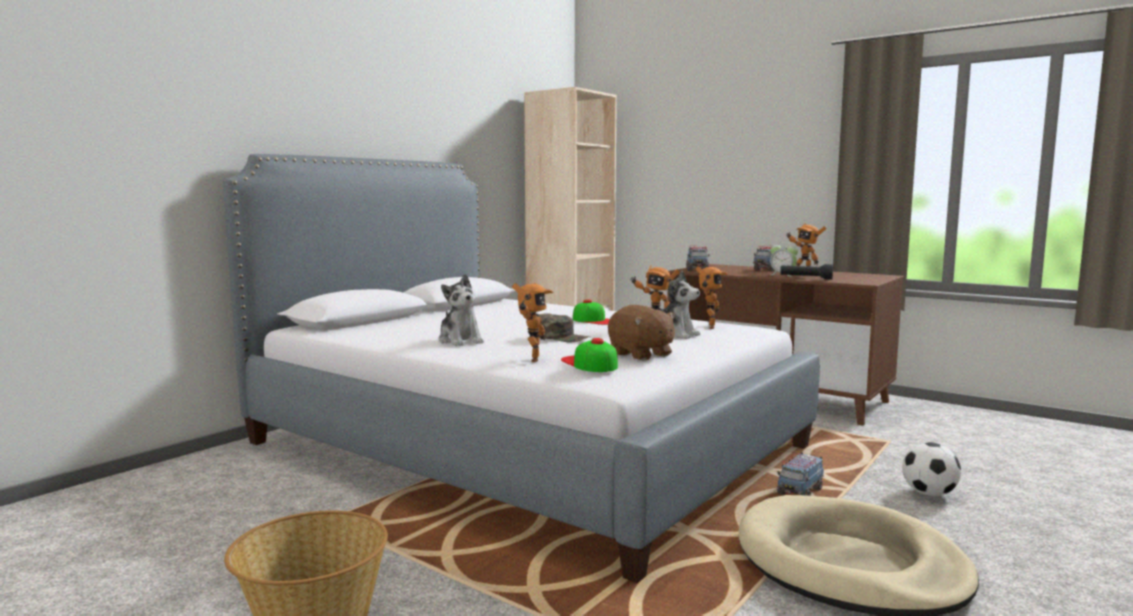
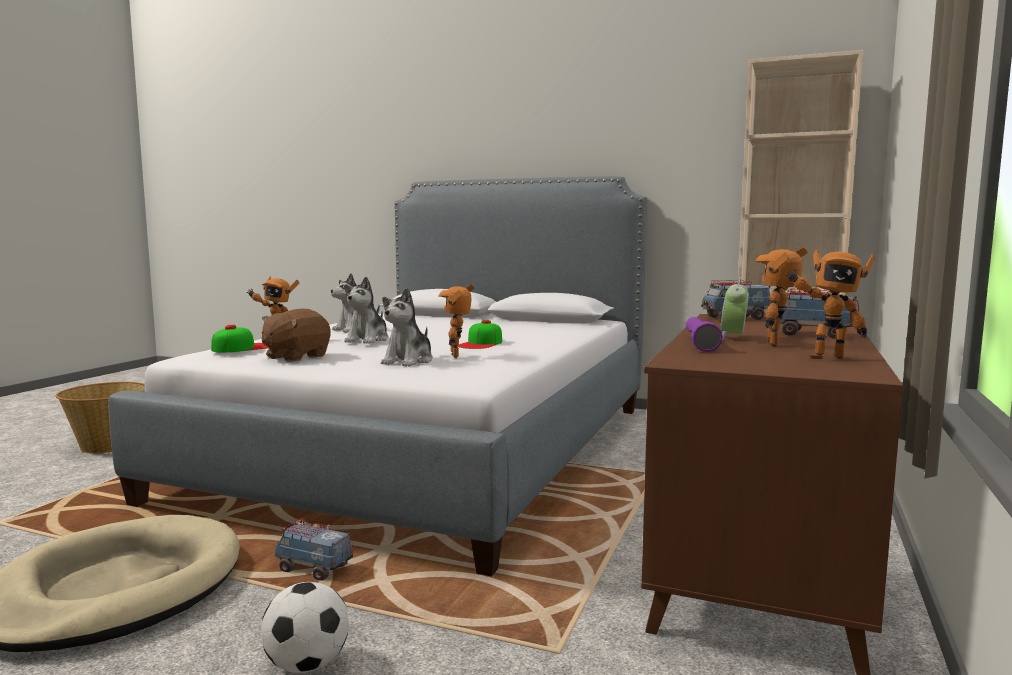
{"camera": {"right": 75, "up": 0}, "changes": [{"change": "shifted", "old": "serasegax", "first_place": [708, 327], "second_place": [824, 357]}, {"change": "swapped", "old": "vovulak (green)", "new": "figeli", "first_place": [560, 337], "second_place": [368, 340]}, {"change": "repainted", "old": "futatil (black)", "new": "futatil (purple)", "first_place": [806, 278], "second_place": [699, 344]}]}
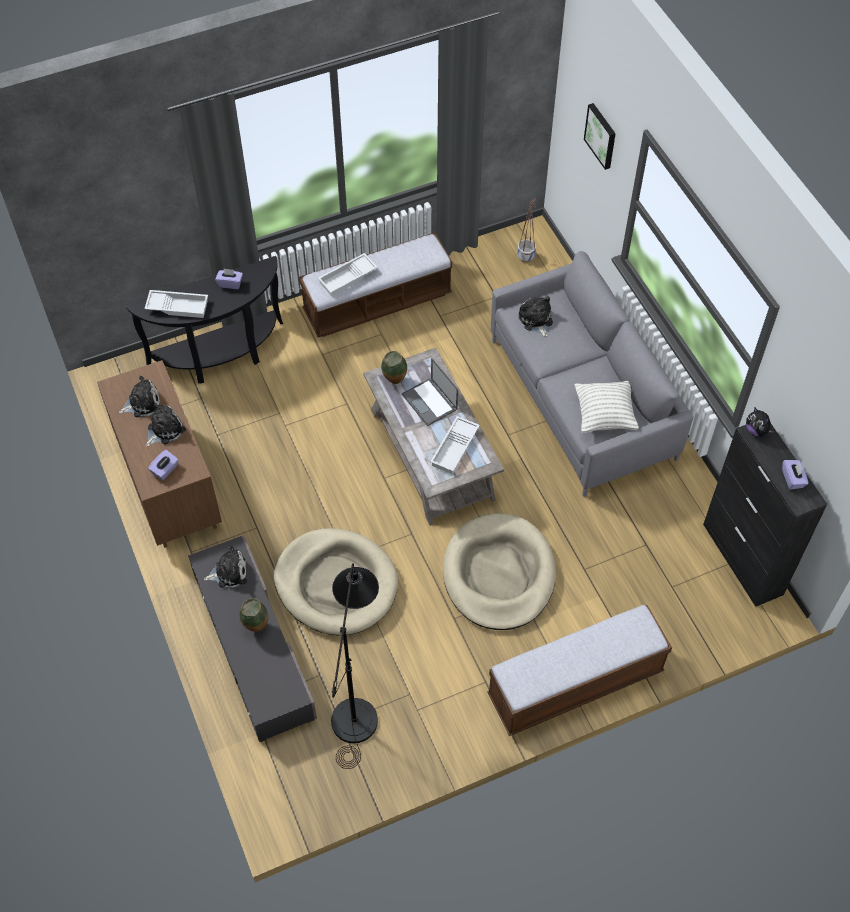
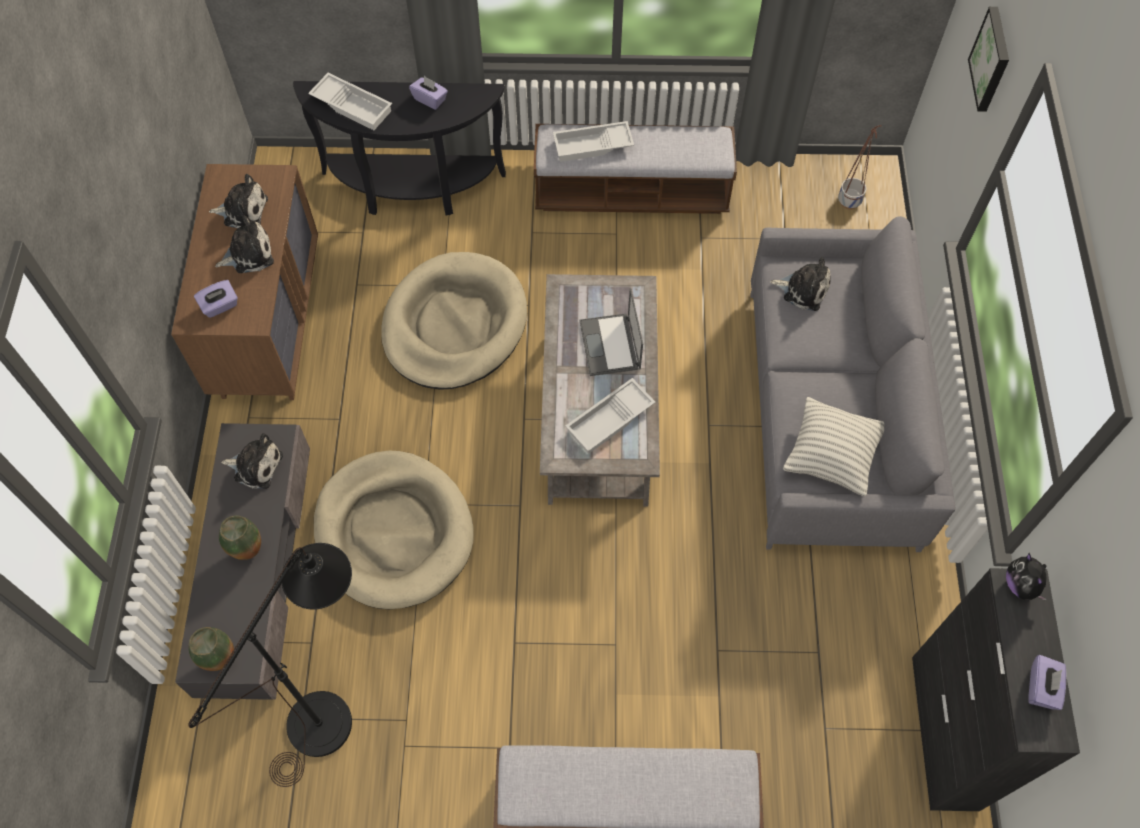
{"camera": {"right": 25, "up": 5}, "changes": [{"change": "shifted", "old": "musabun", "first_place": [394, 382], "second_place": [221, 660]}, {"change": "shifted", "old": "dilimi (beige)", "first_place": [499, 574], "second_place": [454, 325]}, {"change": "rotated", "old": "figeli", "first_place": [536, 320], "second_place": [803, 289], "degrees": 105}]}
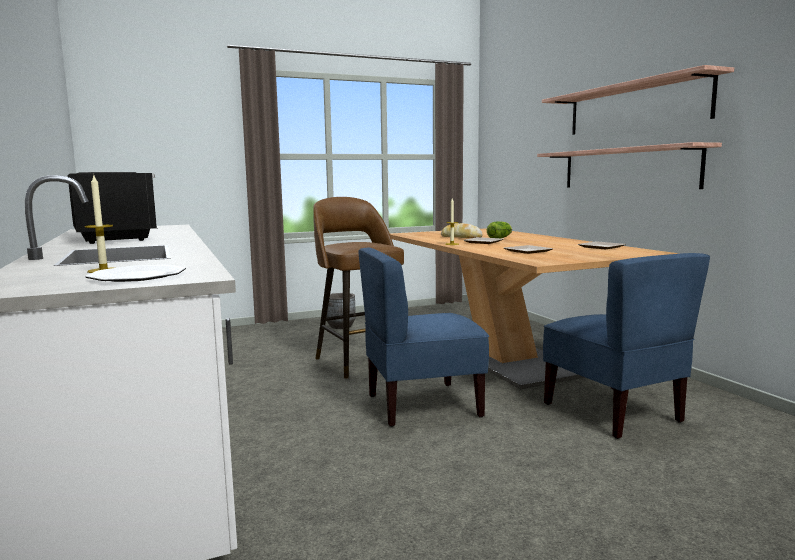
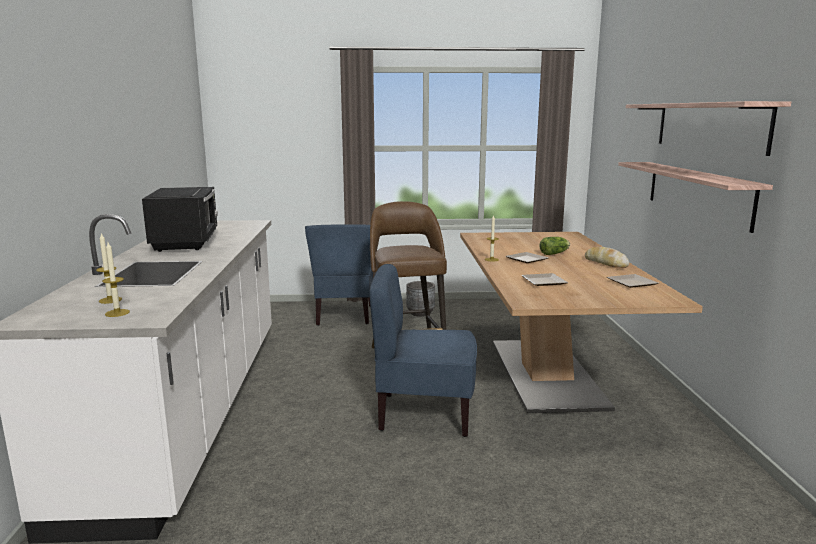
{"camera": {"right": 20, "up": 5}, "changes": [{"change": "shifted", "old": "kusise", "first_place": [461, 237], "second_place": [605, 263]}, {"change": "shifted", "old": "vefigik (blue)", "first_place": [613, 412], "second_place": [343, 315]}, {"change": "swapped", "old": "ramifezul", "new": "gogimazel", "first_place": [138, 276], "second_place": [117, 313]}]}
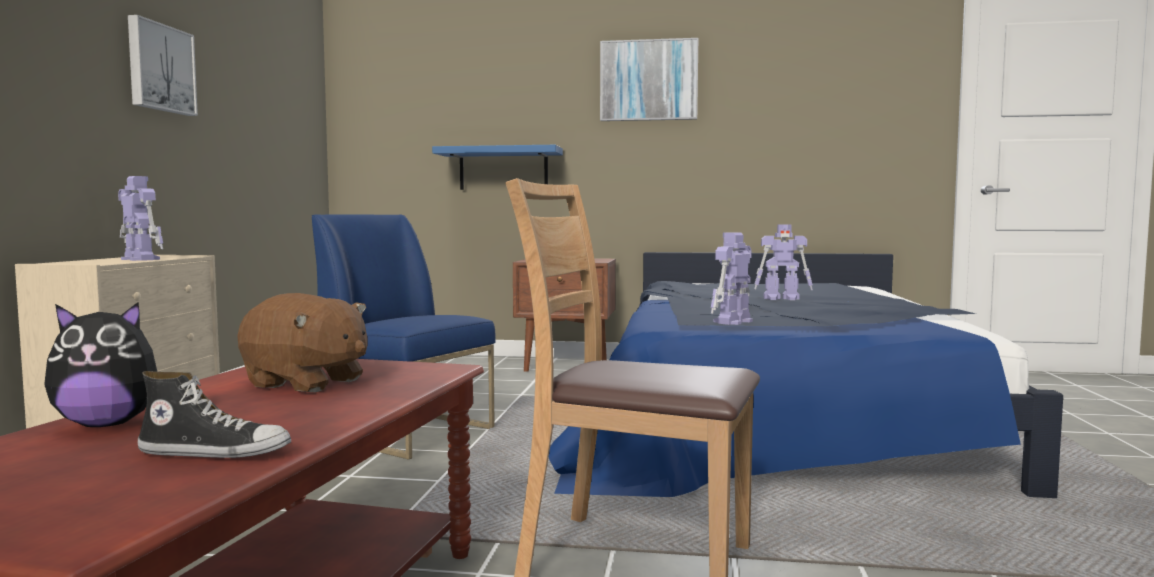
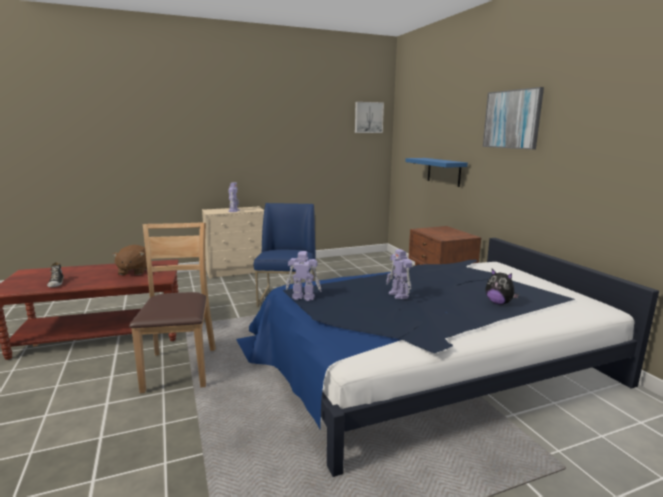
{"camera": {"right": 60, "up": 10}, "changes": [{"change": "shifted", "old": "figeli", "first_place": [108, 424], "second_place": [499, 303]}, {"change": "shifted", "old": "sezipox", "first_place": [159, 68], "second_place": [368, 117]}]}
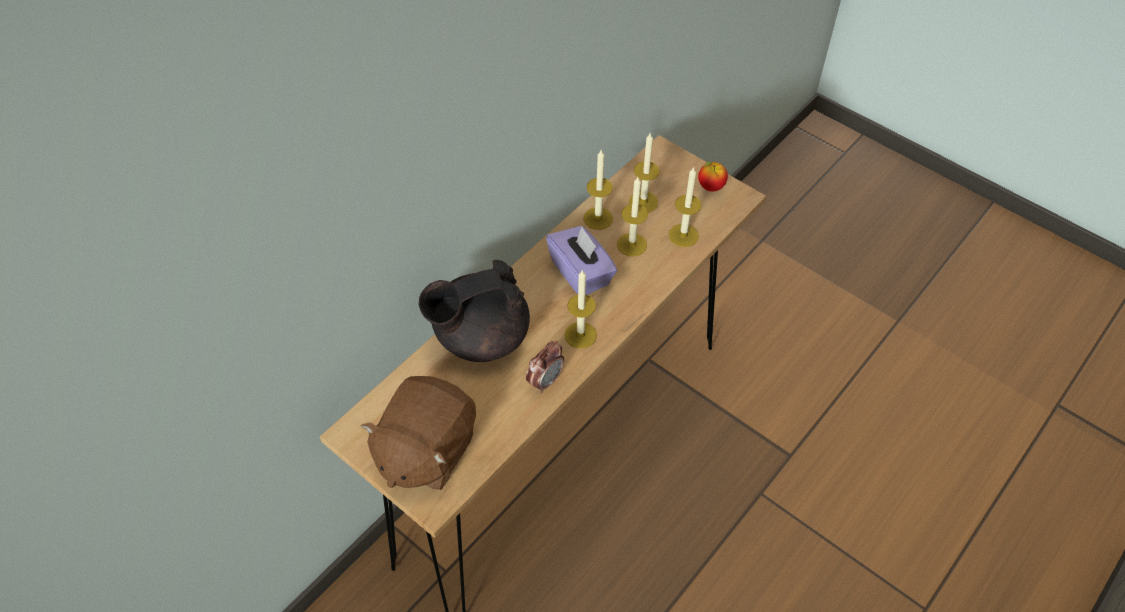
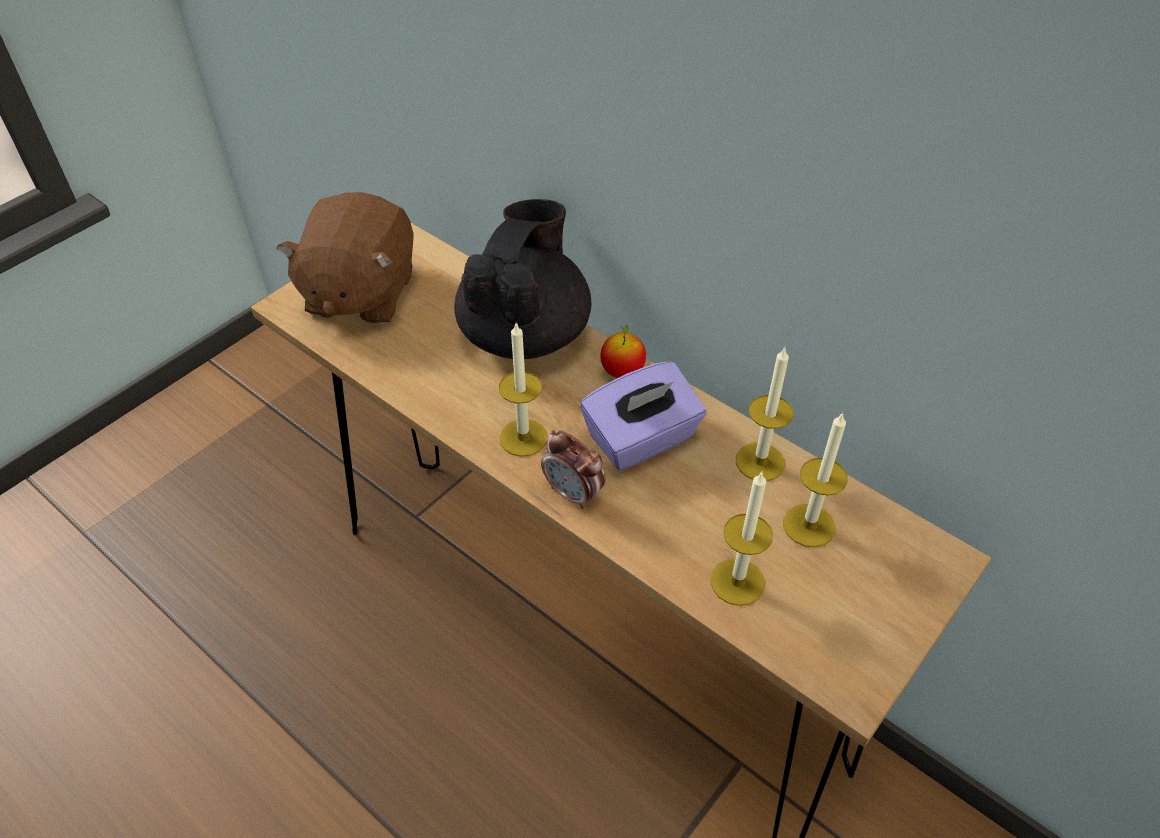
{"camera": {"right": 90, "up": -5}, "changes": [{"change": "gone", "old": "gogimazel", "first_place": [632, 244]}, {"change": "shifted", "old": "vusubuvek", "first_place": [545, 381], "second_place": [573, 494]}, {"change": "shifted", "old": "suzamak", "first_place": [711, 187], "second_place": [622, 372]}, {"change": "rotated", "old": "figeli (brown)", "first_place": [425, 450], "second_place": [360, 294], "degrees": -105}, {"change": "rotated", "old": "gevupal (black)", "first_place": [480, 337], "second_place": [525, 334], "degrees": 45}]}
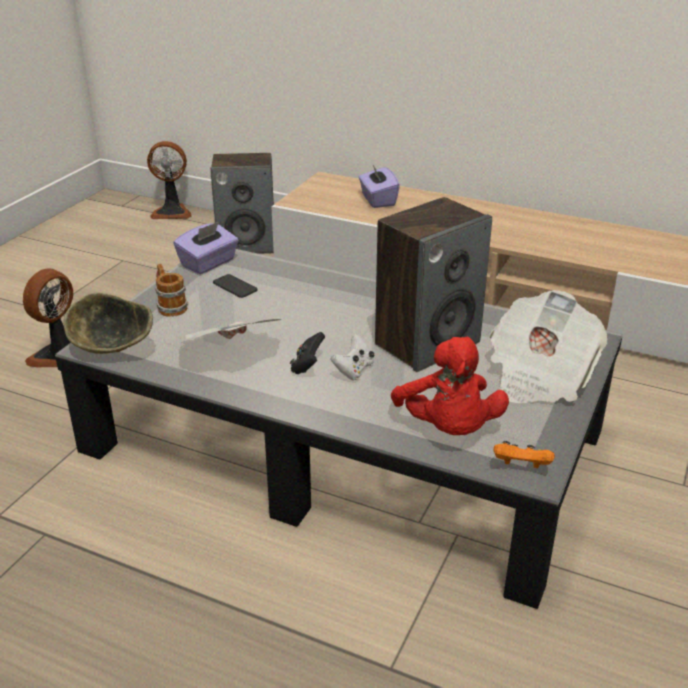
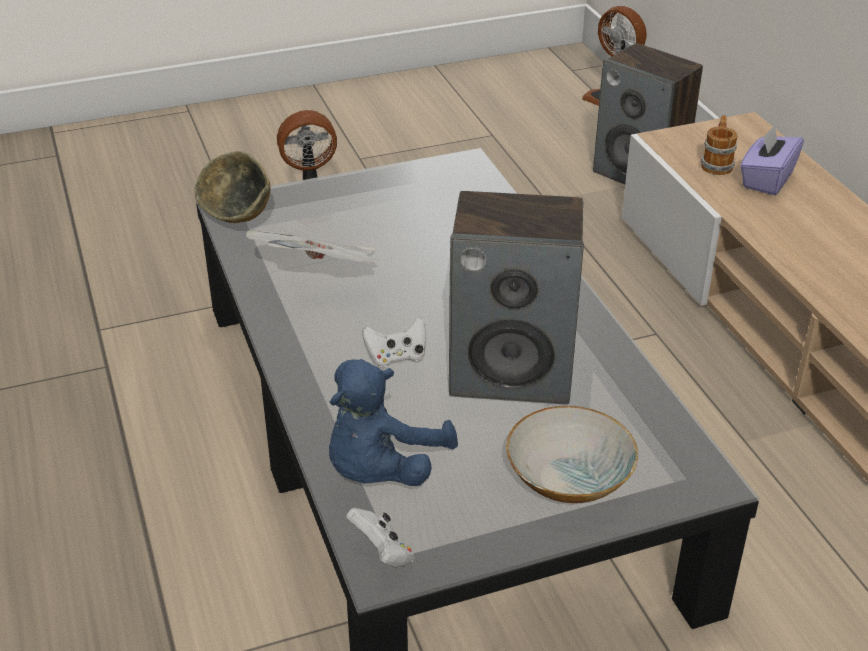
{"camera": {"right": 45, "up": 5}, "changes": [{"change": "gone", "old": "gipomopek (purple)", "first_place": [208, 263]}, {"change": "gone", "old": "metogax", "first_place": [235, 286]}, {"change": "gone", "old": "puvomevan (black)", "first_place": [307, 366]}, {"change": "shifted", "old": "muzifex", "first_place": [170, 306], "second_place": [717, 163]}, {"change": "swapped", "old": "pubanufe", "new": "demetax", "first_place": [539, 375], "second_place": [568, 479]}, {"change": "repainted", "old": "figeli (red)", "new": "figeli (blue)", "first_place": [448, 429], "second_place": [382, 470]}, {"change": "repainted", "old": "puvomevan (orange)", "new": "puvomevan (white)", "first_place": [521, 467], "second_place": [383, 553]}]}
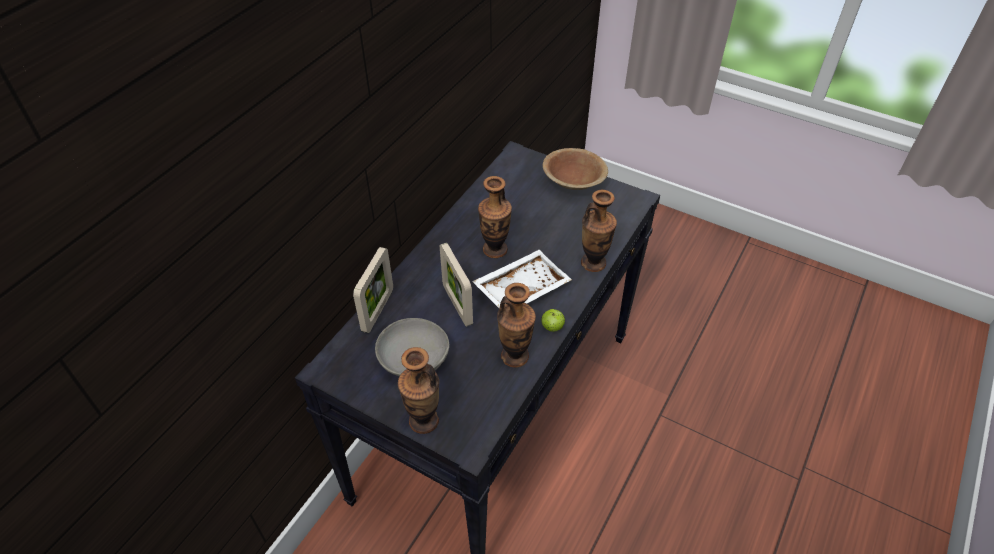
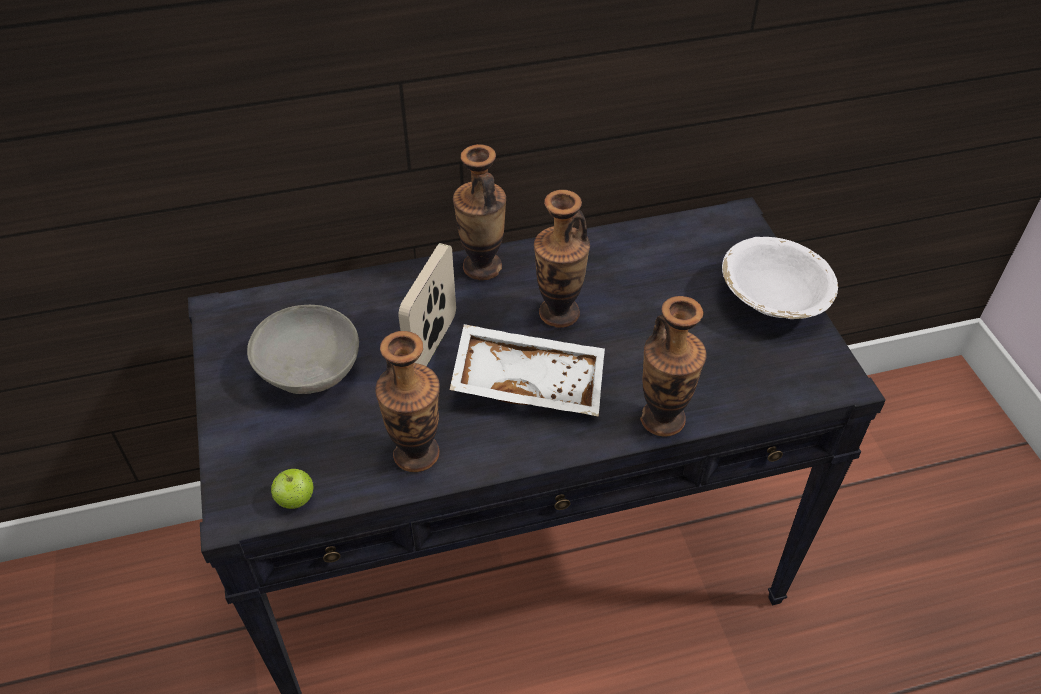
{"camera": {"right": 45, "up": 0}, "changes": [{"change": "gone", "old": "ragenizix", "first_place": [378, 310]}, {"change": "shifted", "old": "musabun", "first_place": [423, 421], "second_place": [482, 267]}, {"change": "shifted", "old": "suzamak", "first_place": [552, 327], "second_place": [296, 500]}, {"change": "repainted", "old": "demetax (brown)", "new": "demetax (white)", "first_place": [573, 181], "second_place": [773, 299]}]}
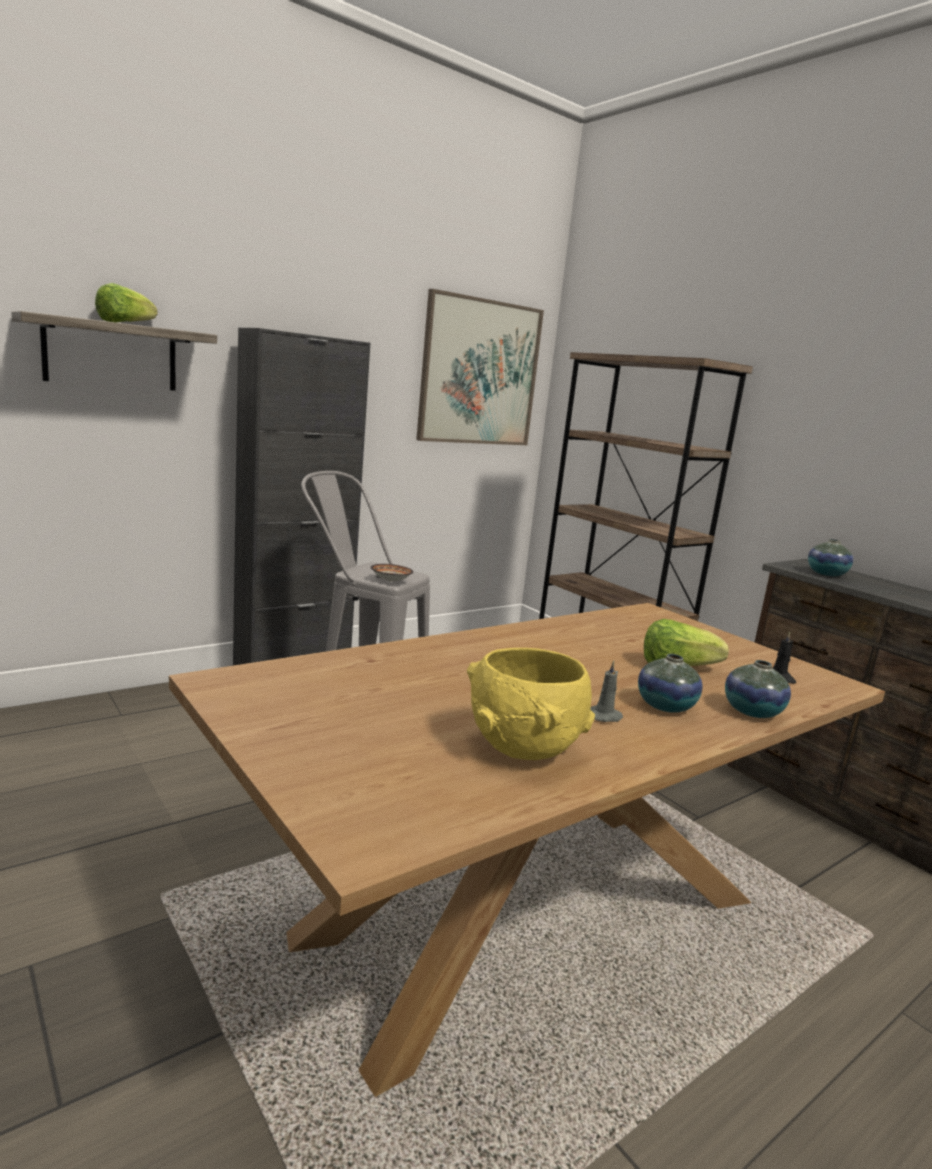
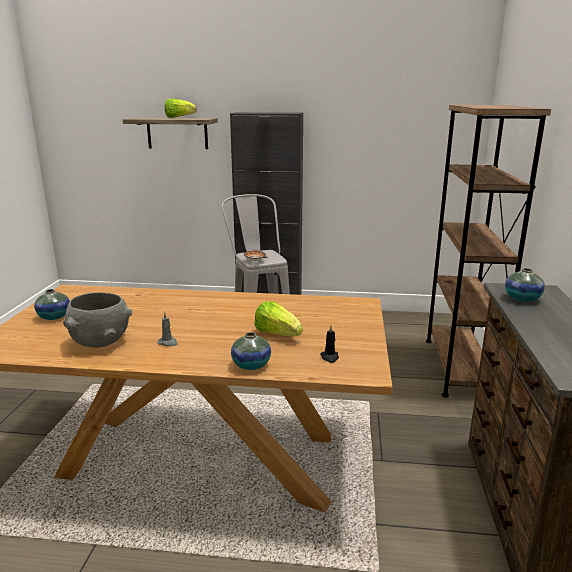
{"camera": {"right": 45, "up": 5}, "changes": [{"change": "gone", "old": "sezipox", "first_place": [479, 373]}, {"change": "shifted", "old": "musabun", "first_place": [665, 706], "second_place": [54, 317]}, {"change": "repainted", "old": "demetax (yellow)", "new": "demetax (grey)", "first_place": [523, 748], "second_place": [100, 342]}]}
